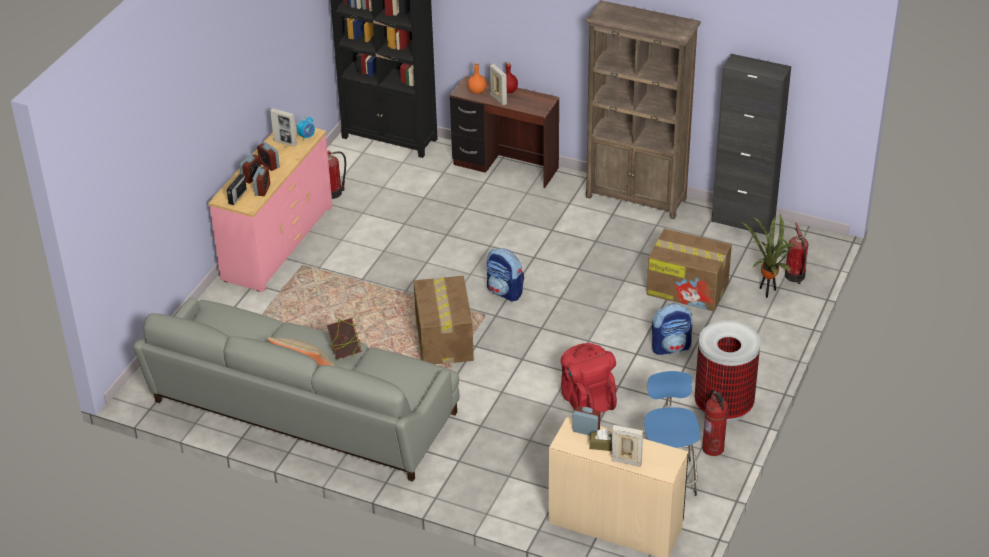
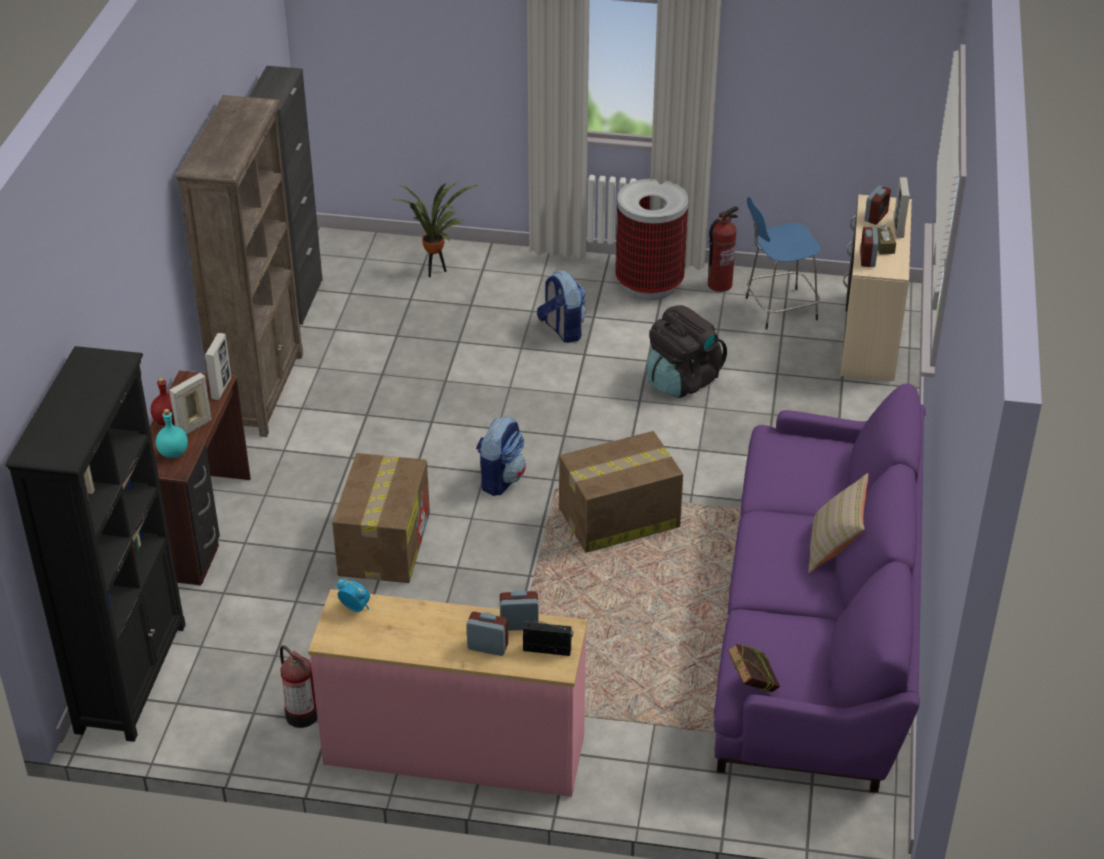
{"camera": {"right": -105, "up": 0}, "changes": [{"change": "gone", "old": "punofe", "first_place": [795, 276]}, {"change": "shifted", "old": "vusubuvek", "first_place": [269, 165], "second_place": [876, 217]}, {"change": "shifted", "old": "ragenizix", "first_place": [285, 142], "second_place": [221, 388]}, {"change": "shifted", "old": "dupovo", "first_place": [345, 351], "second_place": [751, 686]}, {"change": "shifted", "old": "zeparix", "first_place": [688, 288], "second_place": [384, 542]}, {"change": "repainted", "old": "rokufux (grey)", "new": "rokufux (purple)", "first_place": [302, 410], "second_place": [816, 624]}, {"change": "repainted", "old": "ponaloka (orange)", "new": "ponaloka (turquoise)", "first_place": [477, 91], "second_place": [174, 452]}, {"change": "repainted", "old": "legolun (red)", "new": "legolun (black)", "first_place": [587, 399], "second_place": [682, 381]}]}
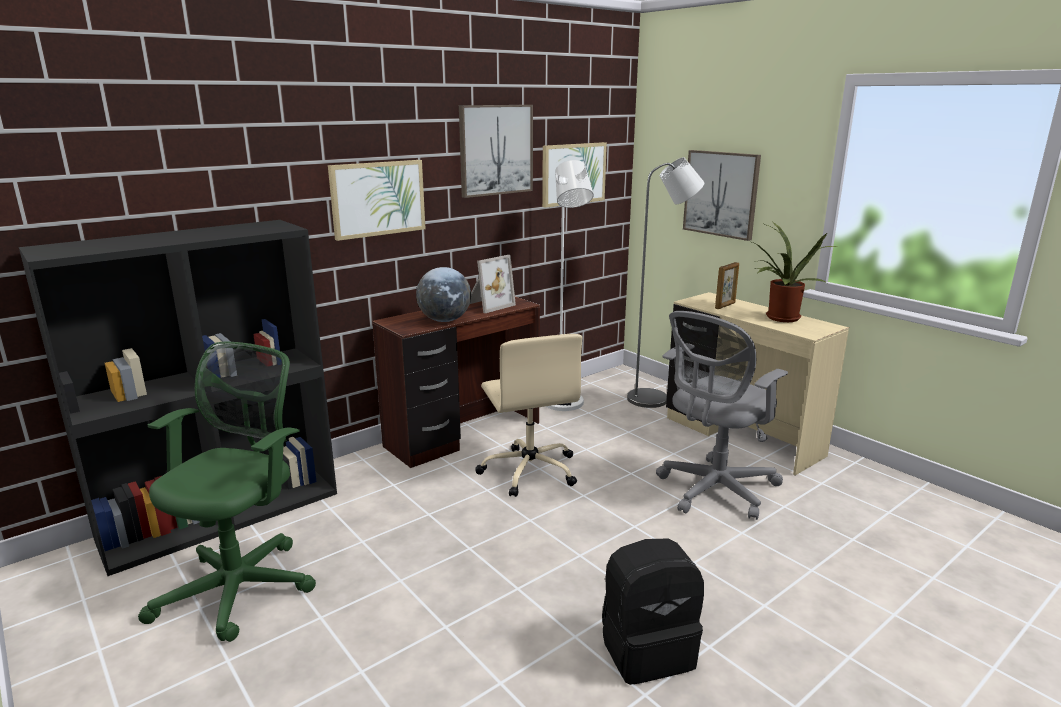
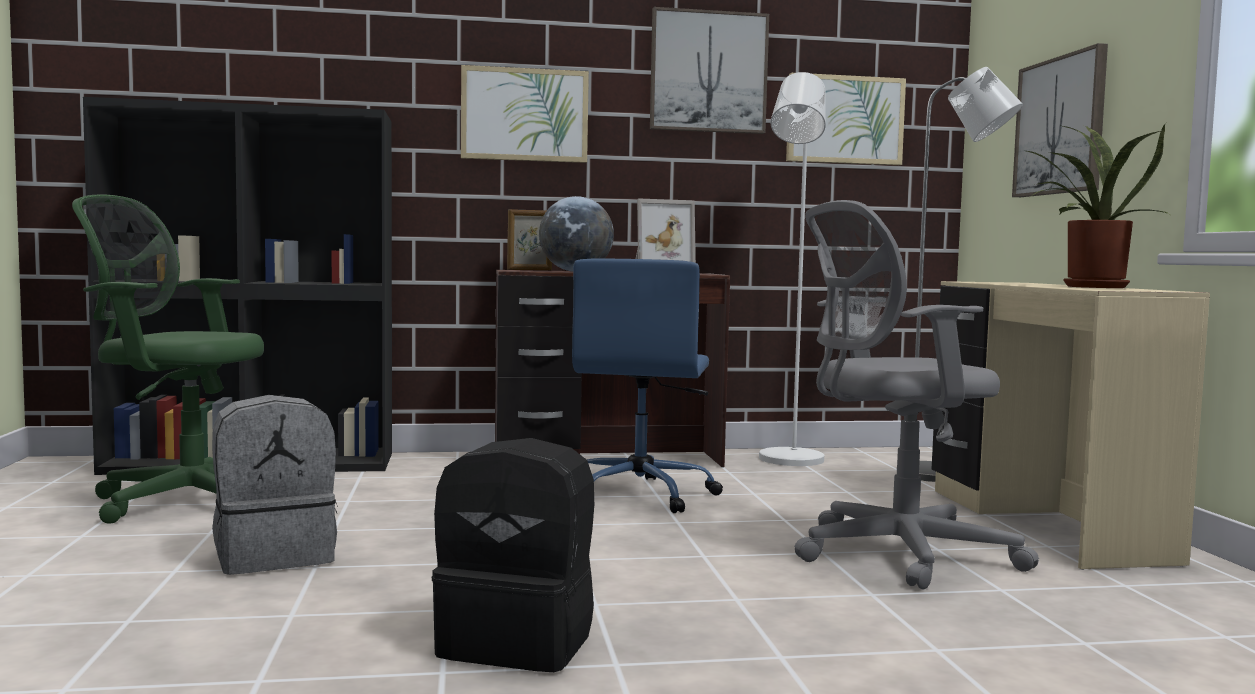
{"camera": {"right": 30, "up": -15}, "changes": [{"change": "new", "new": "legolun (grey)", "second_place": [275, 555]}, {"change": "shifted", "old": "ragenizix", "first_place": [725, 306], "second_place": [529, 270]}, {"change": "repainted", "old": "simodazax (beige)", "new": "simodazax (blue)", "first_place": [529, 470], "second_place": [640, 494]}, {"change": "rotated", "old": "simodazax (green)", "first_place": [242, 586], "second_place": [183, 501], "degrees": -135}]}
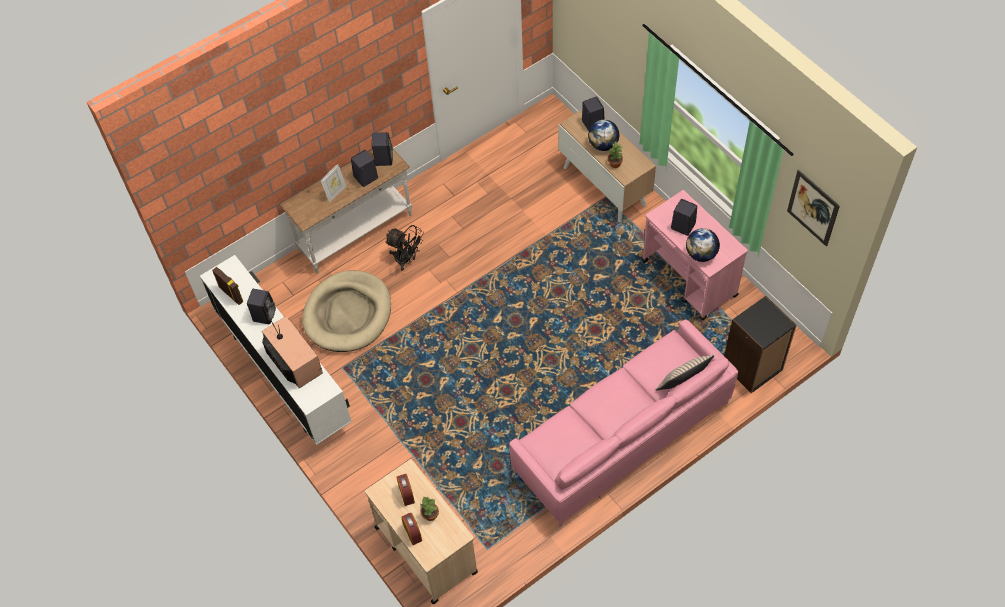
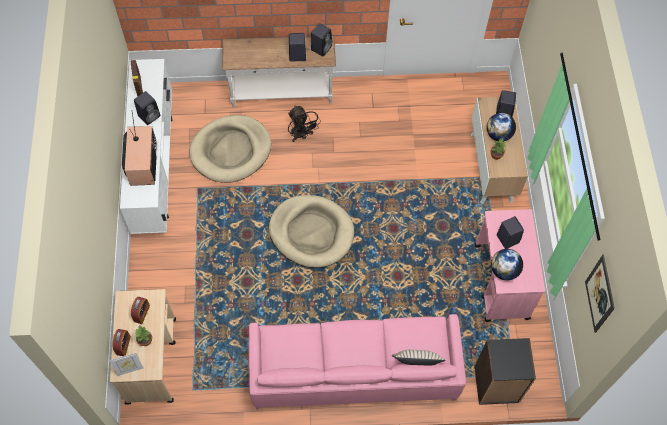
{"camera": {"right": 30, "up": 5}, "changes": [{"change": "new", "new": "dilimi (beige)", "second_place": [311, 232]}, {"change": "shifted", "old": "ragenizix", "first_place": [336, 193], "second_place": [129, 369]}]}
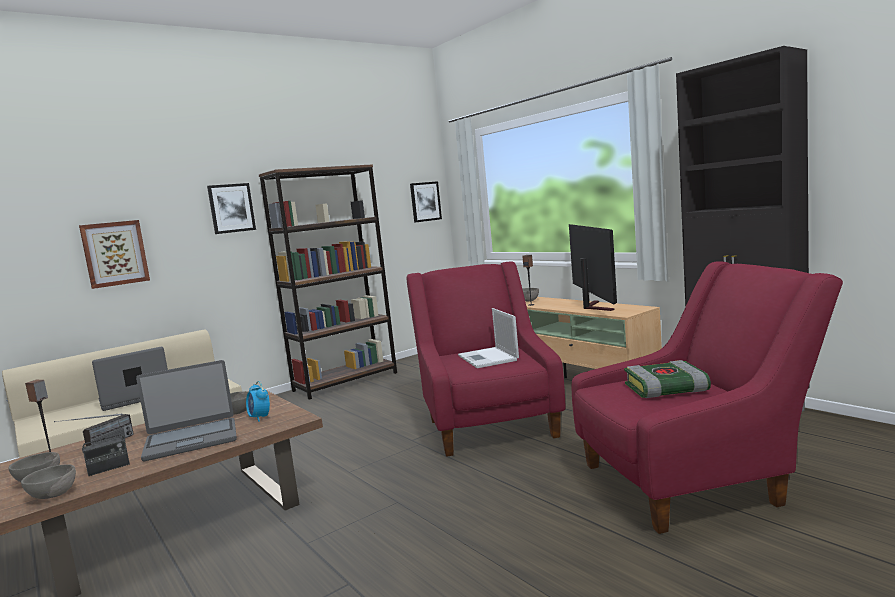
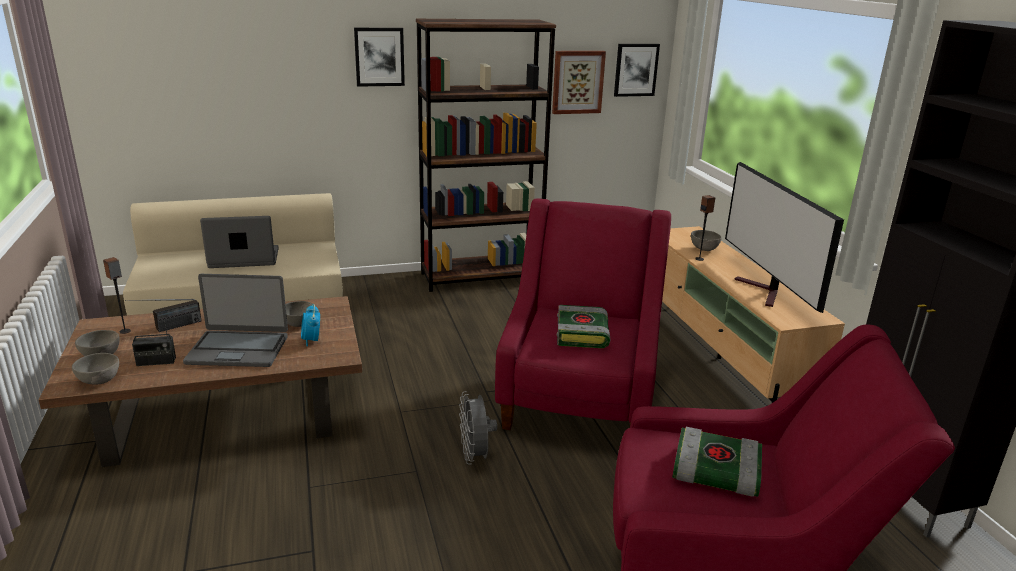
{"camera": {"right": 20, "up": 15}, "changes": [{"change": "new", "new": "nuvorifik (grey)", "second_place": [475, 456]}, {"change": "shifted", "old": "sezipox", "first_place": [115, 253], "second_place": [577, 82]}, {"change": "swapped", "old": "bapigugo", "new": "dupovo", "first_place": [488, 358], "second_place": [583, 335]}, {"change": "rotated", "old": "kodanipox", "first_place": [593, 307], "second_place": [765, 292], "degrees": 150}]}
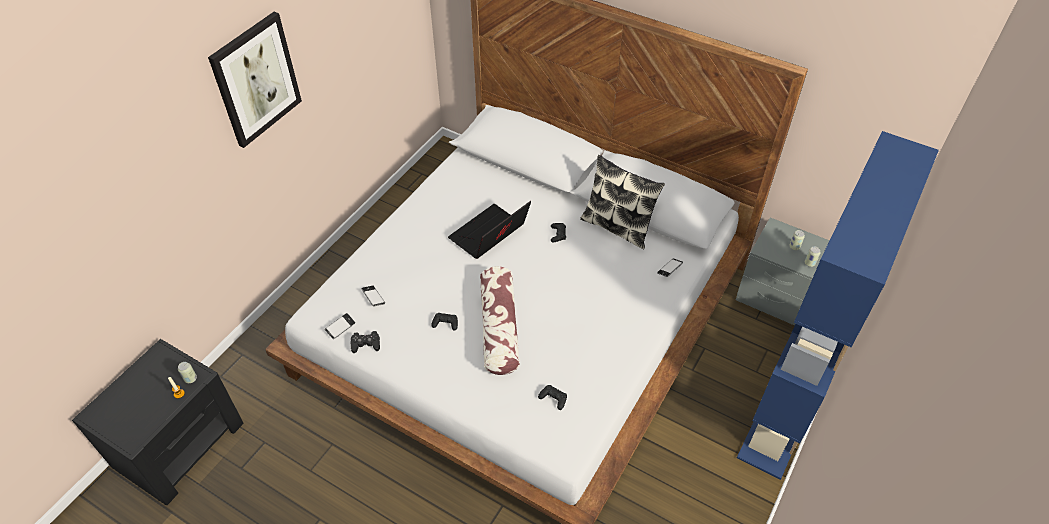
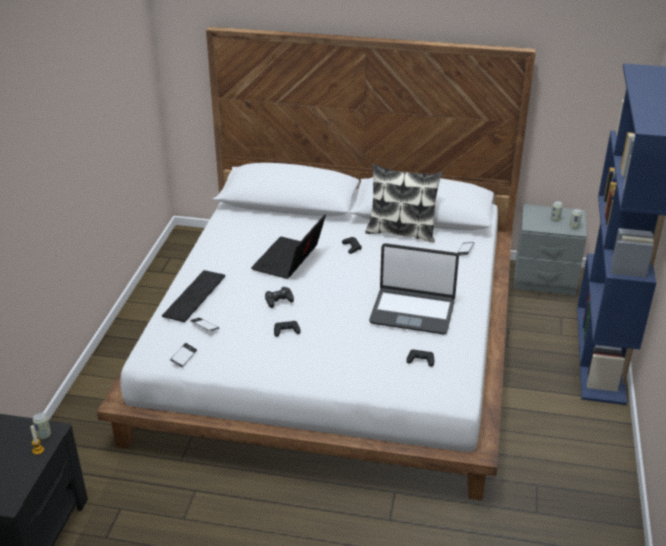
{"camera": {"right": -20, "up": -15}, "changes": [{"change": "gone", "old": "sezipox", "first_place": [256, 79]}, {"change": "gone", "old": "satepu", "first_place": [499, 328]}, {"change": "new", "new": "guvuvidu", "second_place": [195, 296]}, {"change": "new", "new": "bapigugo", "second_place": [412, 312]}, {"change": "shifted", "old": "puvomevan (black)", "first_place": [366, 344], "second_place": [278, 300]}]}
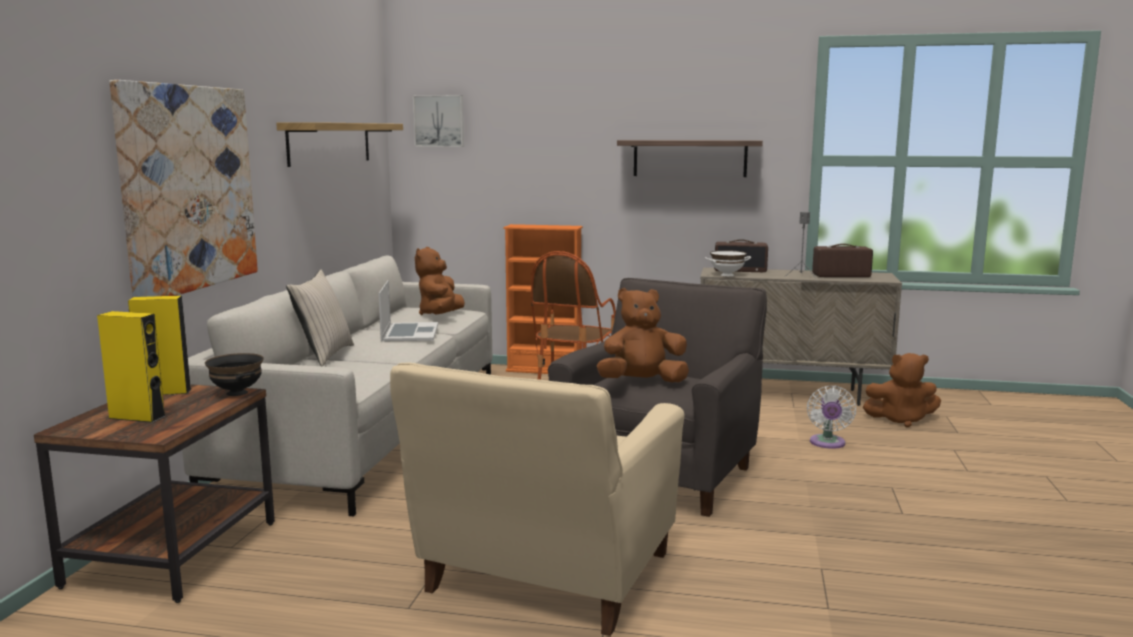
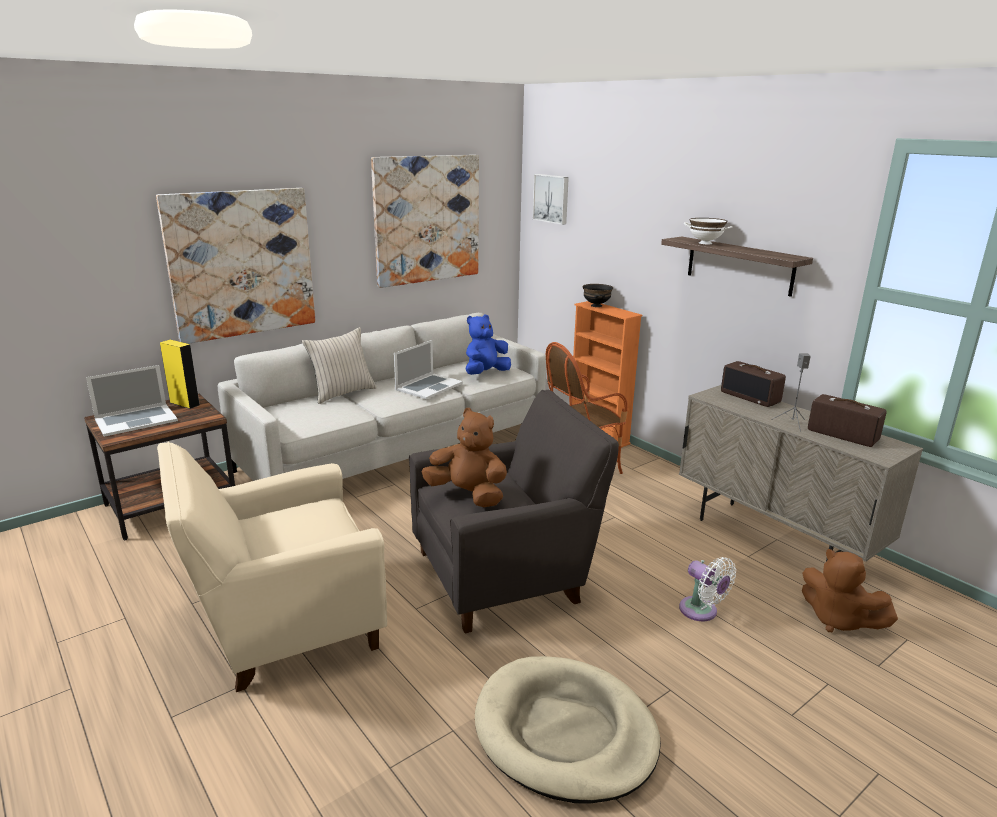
{"camera": {"right": 40, "up": 10}, "changes": [{"change": "new", "new": "dilimi (beige)", "second_place": [564, 732]}, {"change": "shifted", "old": "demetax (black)", "first_place": [237, 393], "second_place": [596, 305]}, {"change": "shifted", "old": "demetax (white)", "first_place": [727, 275], "second_place": [705, 243]}, {"change": "swapped", "old": "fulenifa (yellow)", "new": "bapigugo", "first_place": [137, 417], "second_place": [136, 420]}, {"change": "swapped", "old": "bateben", "new": "sezipox", "first_place": [330, 143], "second_place": [427, 219]}, {"change": "repainted", "old": "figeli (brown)", "new": "figeli (blue)", "first_place": [440, 315], "second_place": [485, 373]}, {"change": "rotated", "old": "nuvorifik (white)", "first_place": [827, 443], "second_place": [701, 611], "degrees": -90}]}
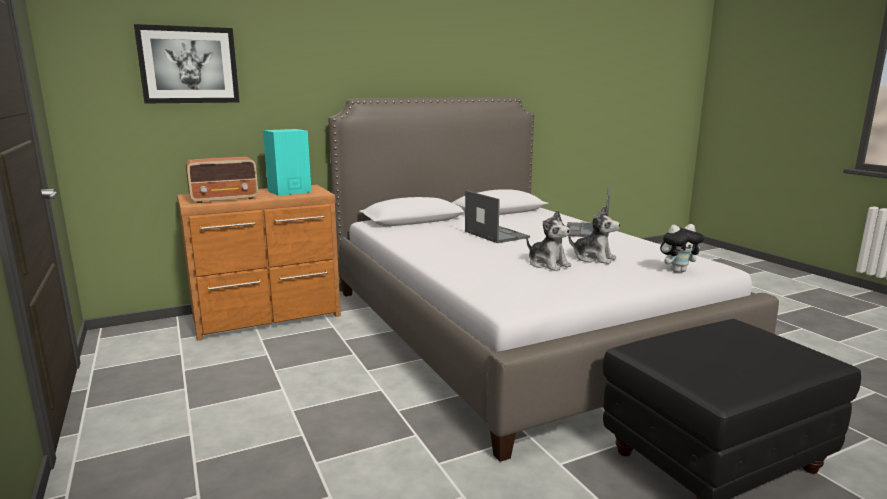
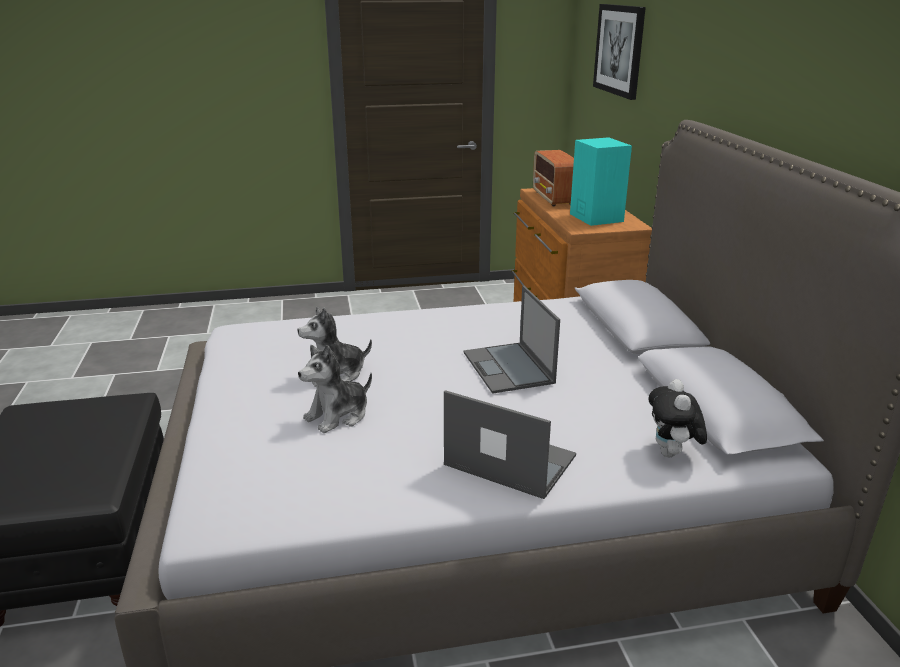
{"camera": {"right": 105, "up": 10}, "changes": [{"change": "shifted", "old": "figeli", "first_place": [678, 271], "second_place": [672, 454]}, {"change": "rotated", "old": "bapigugo", "first_place": [495, 234], "second_place": [509, 368], "degrees": 90}]}
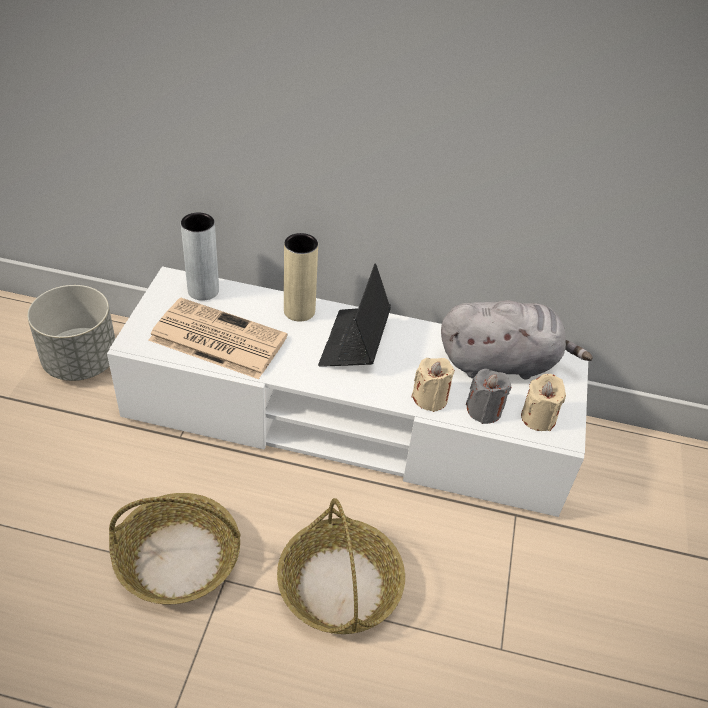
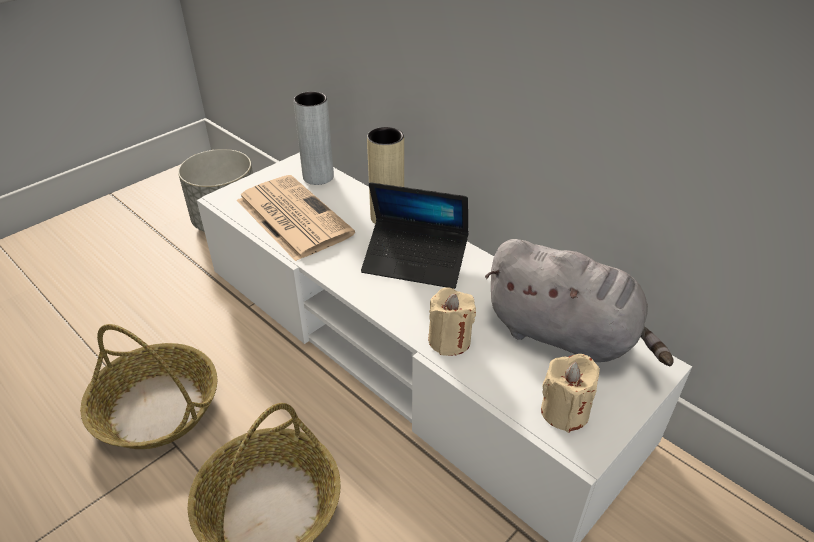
{"camera": {"right": 35, "up": -5}, "changes": [{"change": "gone", "old": "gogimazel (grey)", "first_place": [484, 410]}, {"change": "rotated", "old": "bapigugo", "first_place": [354, 343], "second_place": [415, 261], "degrees": -120}]}
